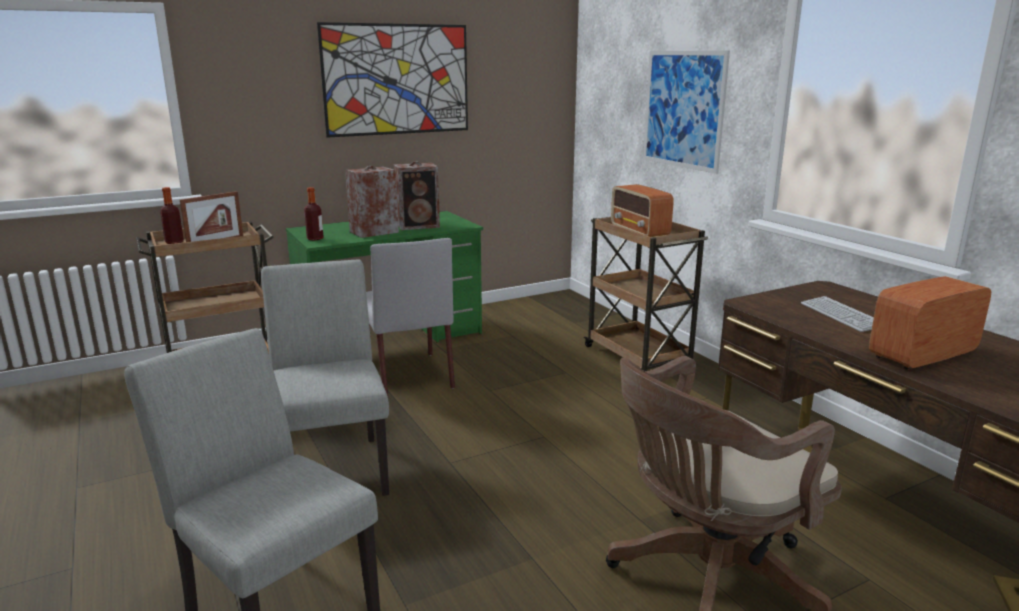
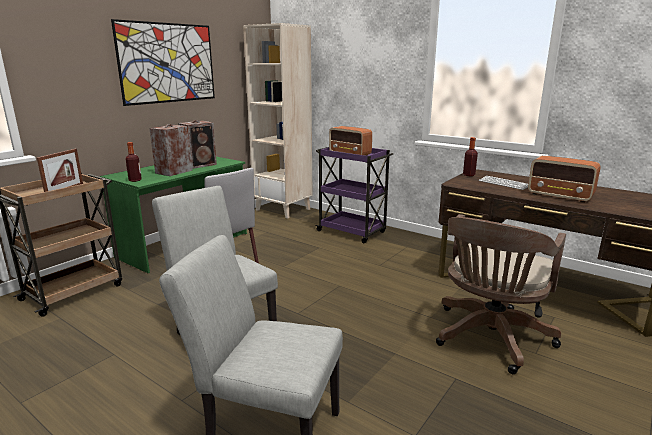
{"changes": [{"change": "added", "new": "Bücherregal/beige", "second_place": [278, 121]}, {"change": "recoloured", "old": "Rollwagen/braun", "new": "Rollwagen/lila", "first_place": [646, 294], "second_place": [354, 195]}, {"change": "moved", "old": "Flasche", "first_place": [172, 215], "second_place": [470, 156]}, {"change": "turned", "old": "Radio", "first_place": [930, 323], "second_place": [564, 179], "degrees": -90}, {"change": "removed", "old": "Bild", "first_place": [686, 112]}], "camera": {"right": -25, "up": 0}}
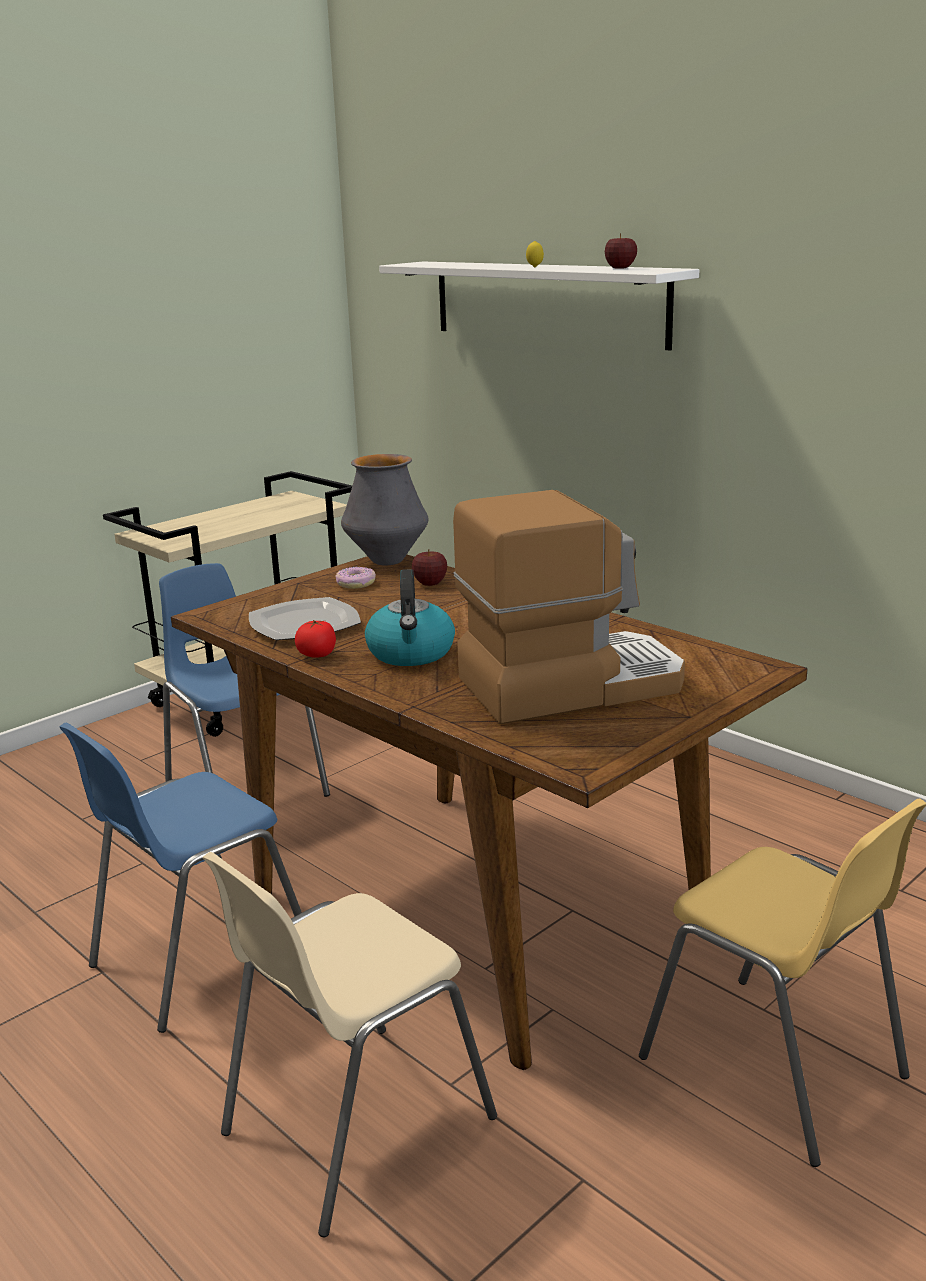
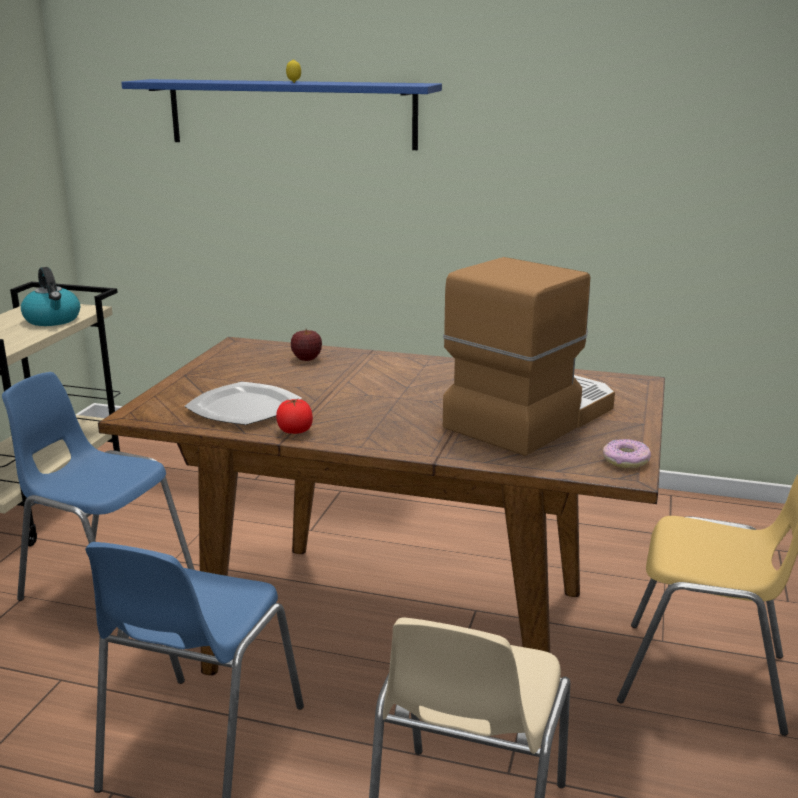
{"changes": [{"change": "moved", "old": "Wasserkessel", "first_place": [410, 617], "second_place": [50, 296]}, {"change": "recoloured", "old": "Wandregal/weiß", "new": "Wandregal/blau", "first_place": [539, 306], "second_place": [281, 114]}, {"change": "moved", "old": "Donut", "first_place": [355, 578], "second_place": [627, 453]}, {"change": "removed", "old": "Vase", "first_place": [384, 509]}, {"change": "removed", "old": "Apfel", "first_place": [621, 251]}], "camera": {"right": -30, "up": 0}}
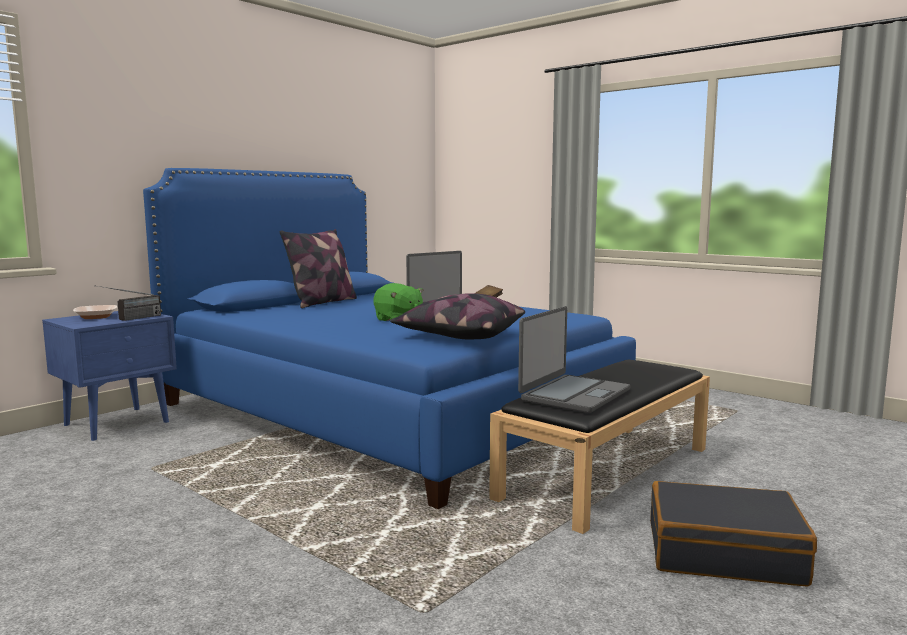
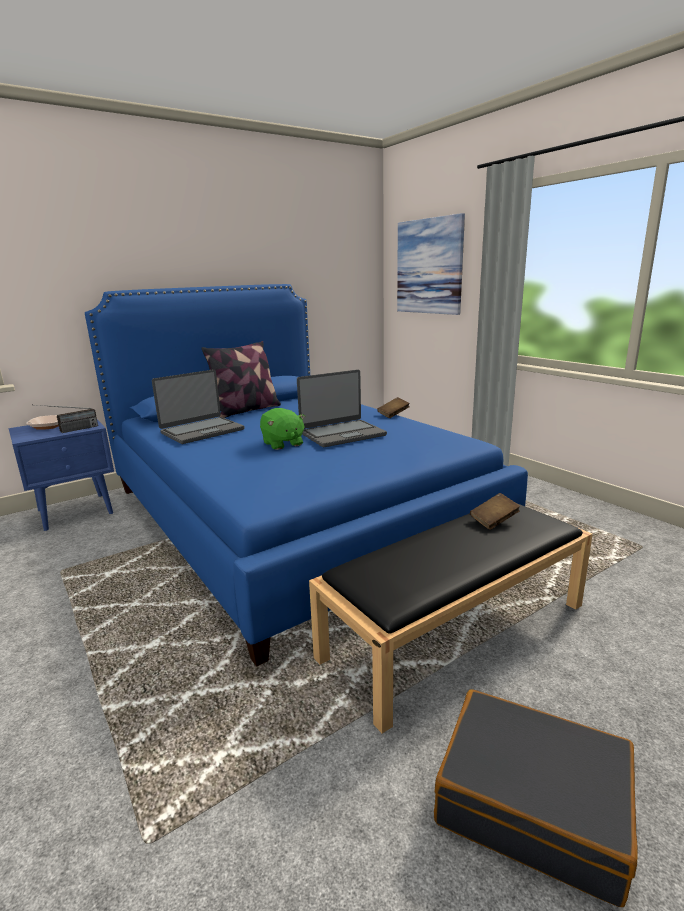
{"changes": [{"change": "moved", "old": "Laptop", "first_place": [574, 359], "second_place": [198, 406]}, {"change": "added", "new": "Bild", "second_place": [431, 264]}, {"change": "added", "new": "Buch/braun", "second_place": [495, 511]}, {"change": "removed", "old": "Kissen", "first_place": [457, 316]}], "camera": {"right": 15, "up": 10}}
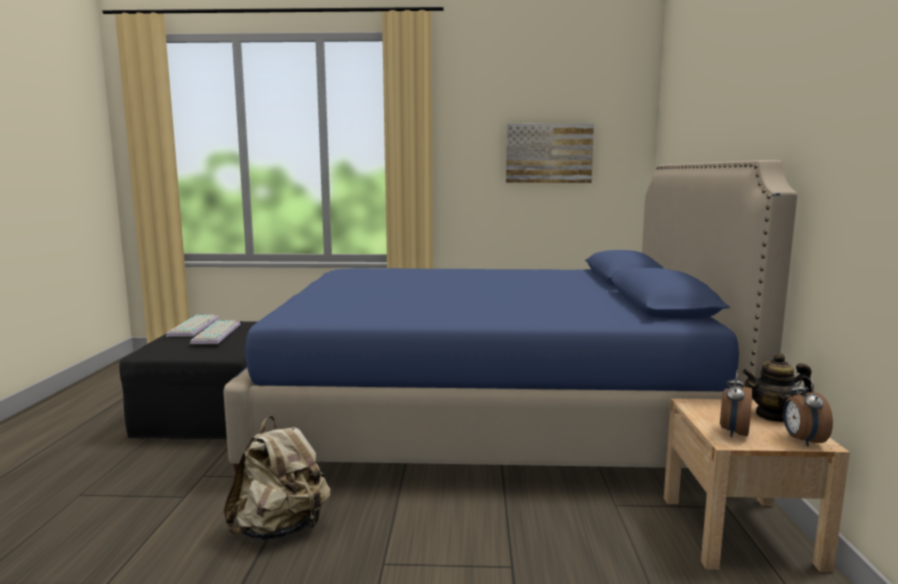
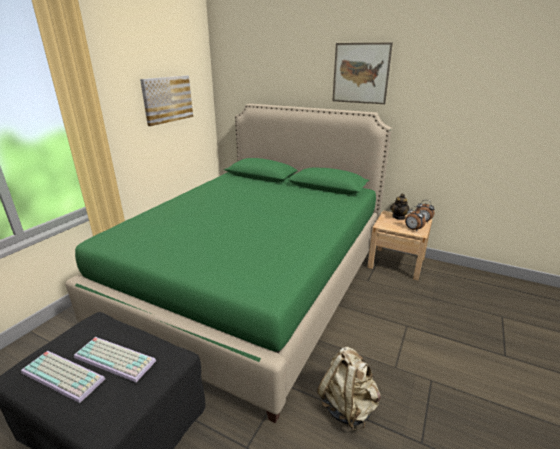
{"changes": [{"change": "recoloured", "old": "Bett/blau", "new": "Bett/grün", "first_place": [510, 316], "second_place": [228, 263]}, {"change": "added", "new": "Bild", "second_place": [362, 73]}], "camera": {"right": -65, "up": 15}}
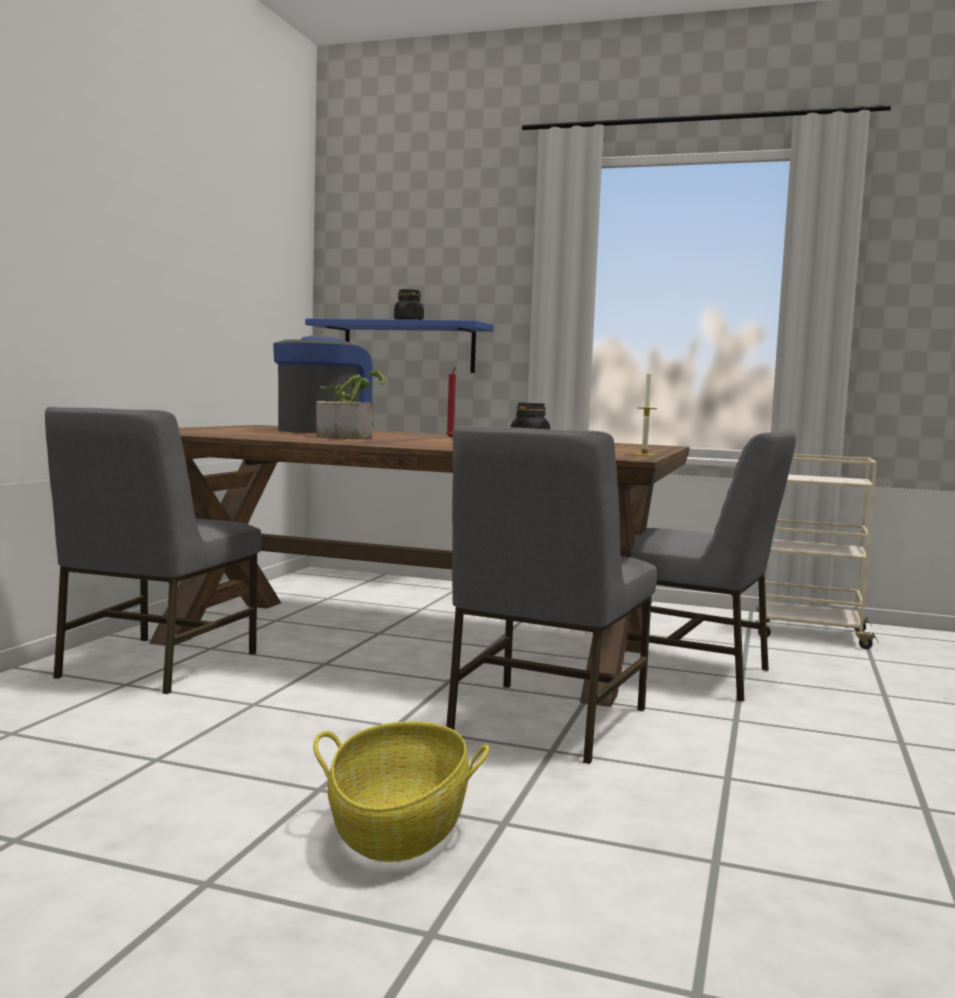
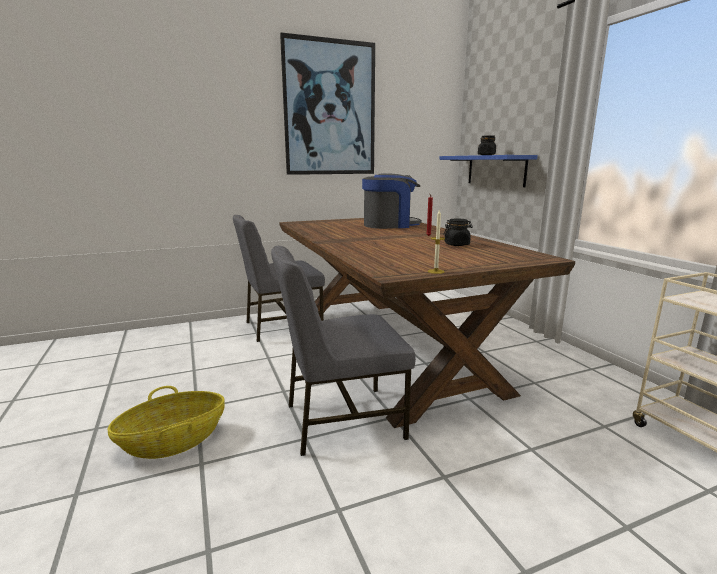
{"changes": [{"change": "added", "new": "Bild", "second_place": [327, 104]}, {"change": "removed", "old": "Topfpflanze", "first_place": [351, 404]}, {"change": "removed", "old": "Stuhl/grau", "first_place": [711, 565]}], "camera": {"right": 50, "up": 10}}
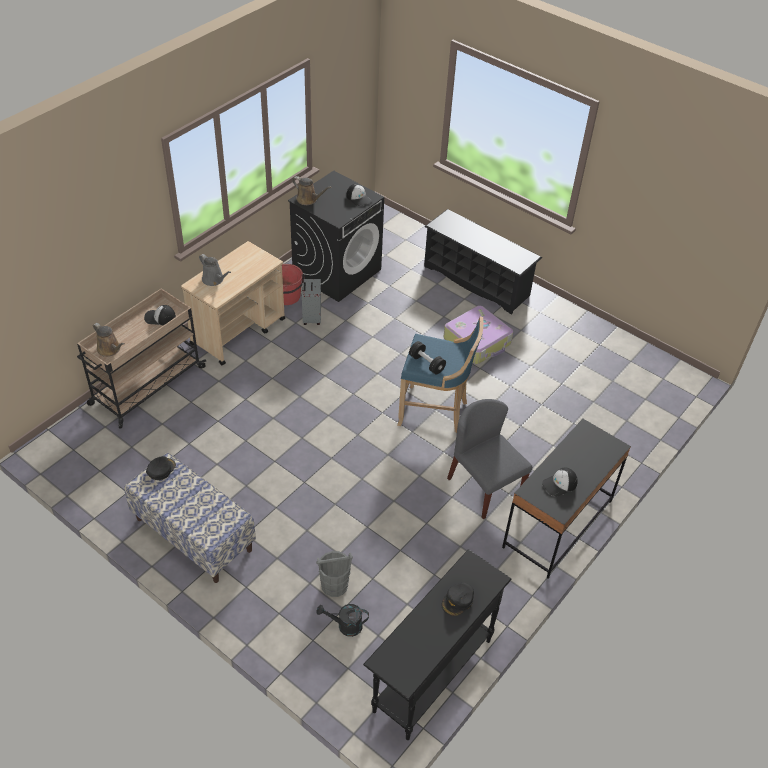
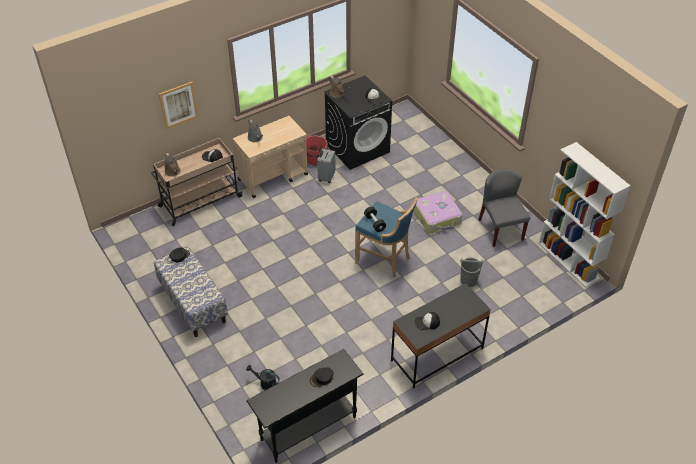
{"changes": [{"change": "added", "new": "Bild", "second_place": [178, 105]}, {"change": "moved", "old": "Eimer/grau", "first_place": [334, 574], "second_place": [471, 272]}, {"change": "moved", "old": "Stuhl/grau", "first_place": [489, 459], "second_place": [504, 208]}, {"change": "added", "new": "Bücherregal/weiß", "second_place": [584, 214]}, {"change": "removed", "old": "Schuhregal/schwarz", "first_place": [483, 261]}], "camera": {"right": 20, "up": 0}}
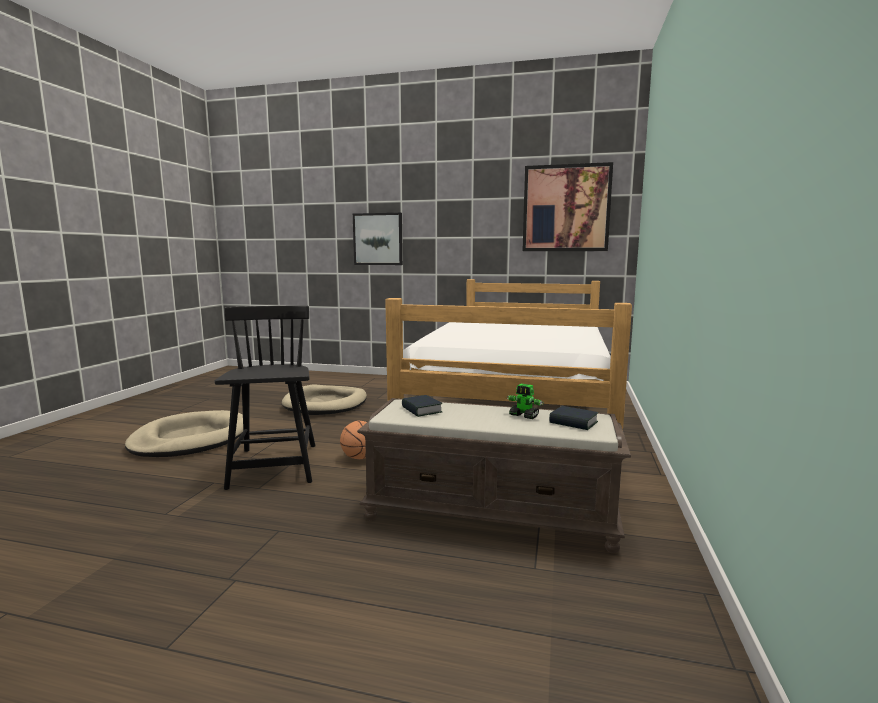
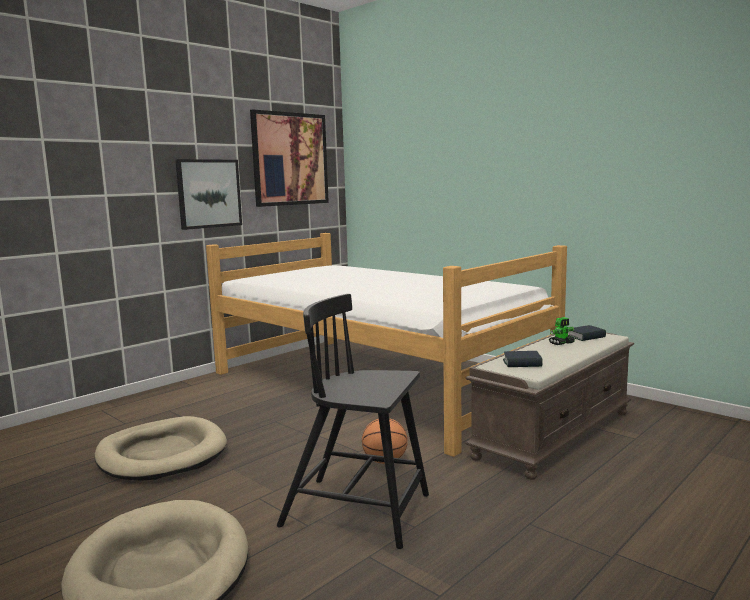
{"changes": [{"change": "moved", "old": "Bild", "first_place": [378, 239], "second_place": [208, 194]}], "camera": {"right": -60, "up": 0}}
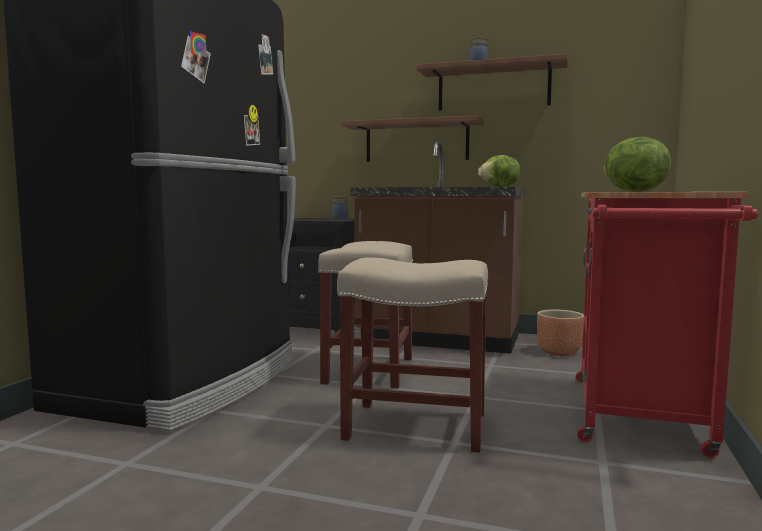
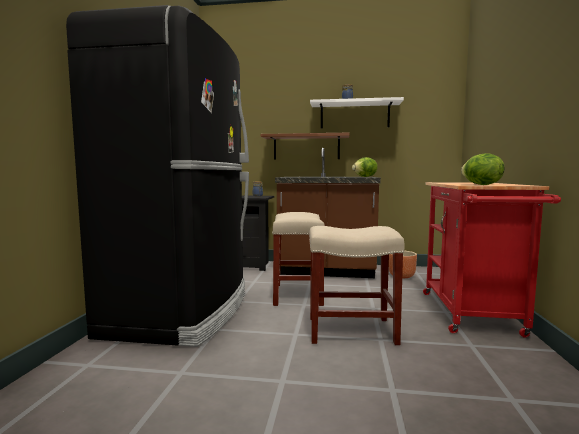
{"changes": [{"change": "recoloured", "old": "Wandregal/braun", "new": "Wandregal/weiß", "first_place": [492, 82], "second_place": [357, 112]}], "camera": {"right": -10, "up": 0}}
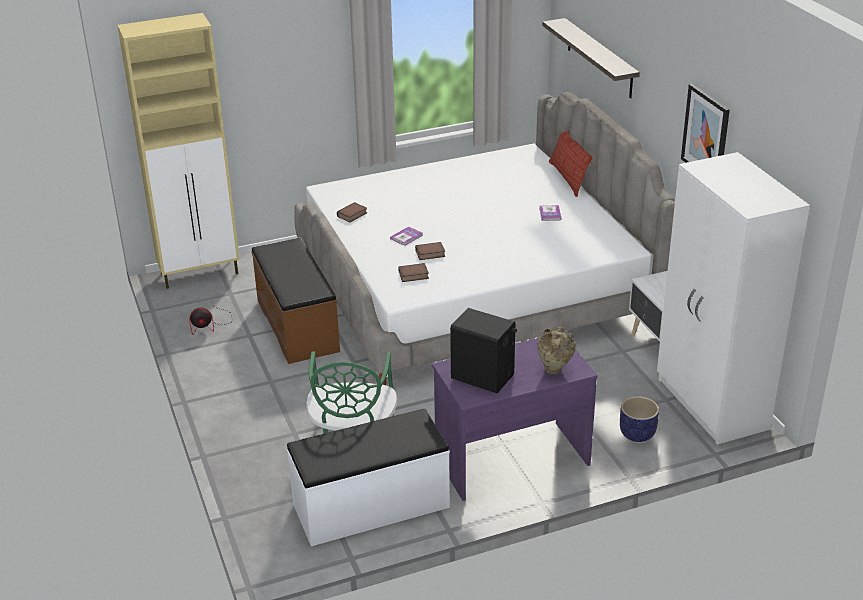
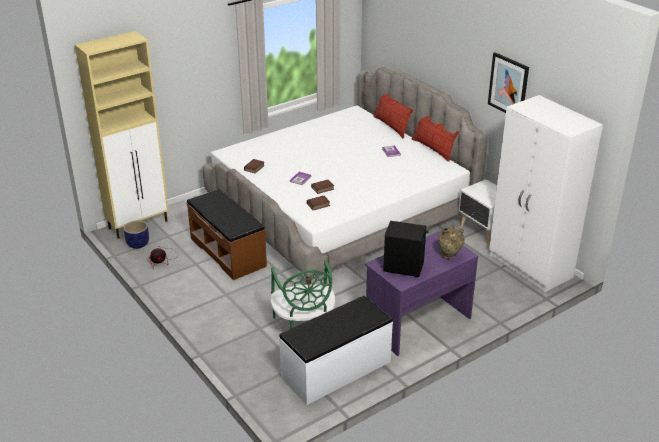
{"changes": [{"change": "moved", "old": "Pflanzkübel", "first_place": [639, 419], "second_place": [136, 234]}, {"change": "added", "new": "Kissen", "second_place": [435, 139]}, {"change": "removed", "old": "Wandregal", "first_place": [591, 58]}], "camera": {"right": -15, "up": 0}}
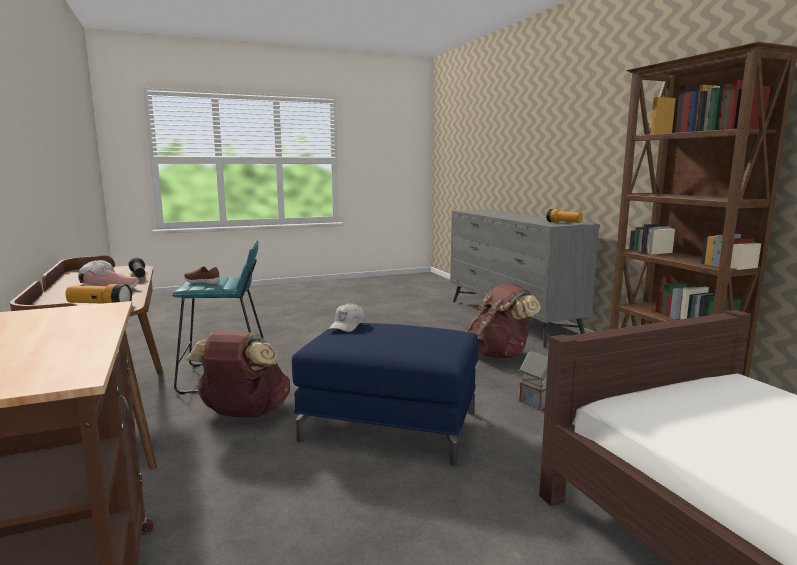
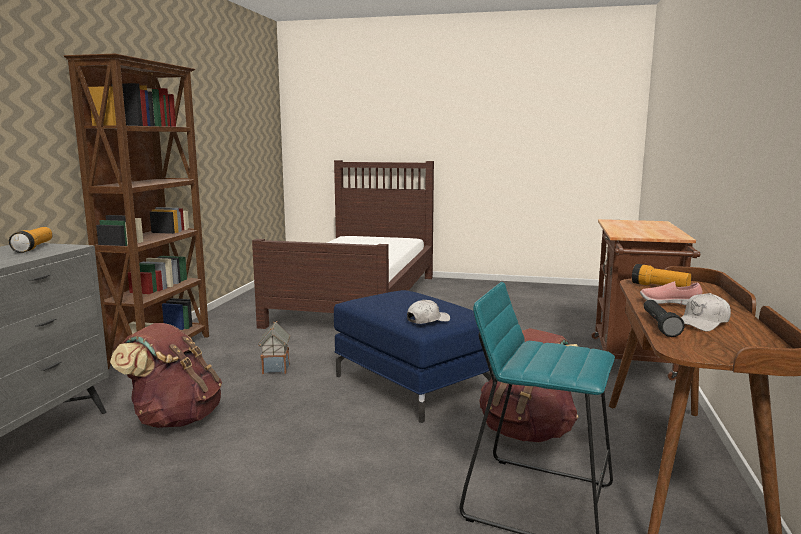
{"changes": [{"change": "removed", "old": "Schuh/braun", "first_place": [202, 275]}], "camera": {"right": -145, "up": 0}}
